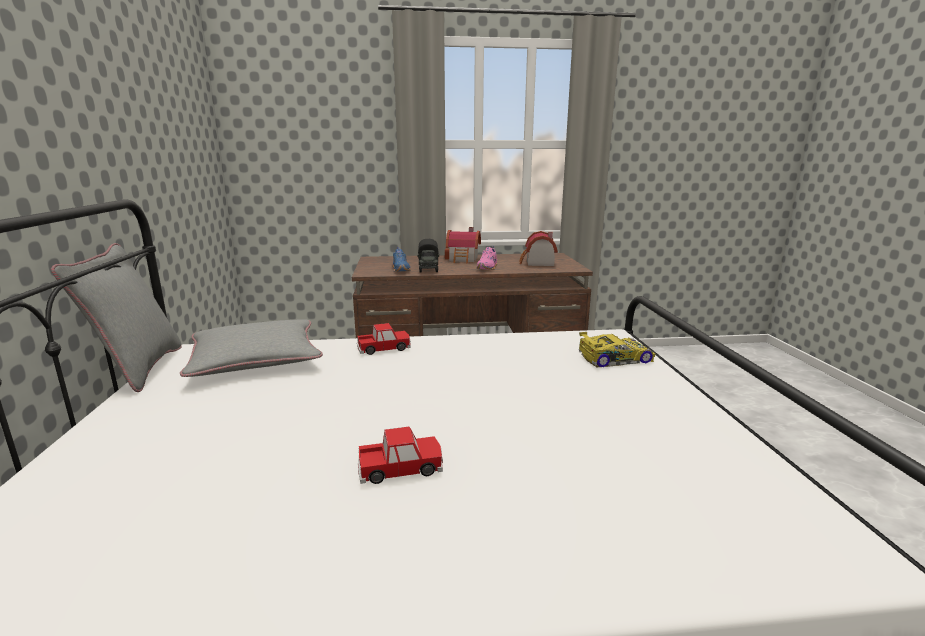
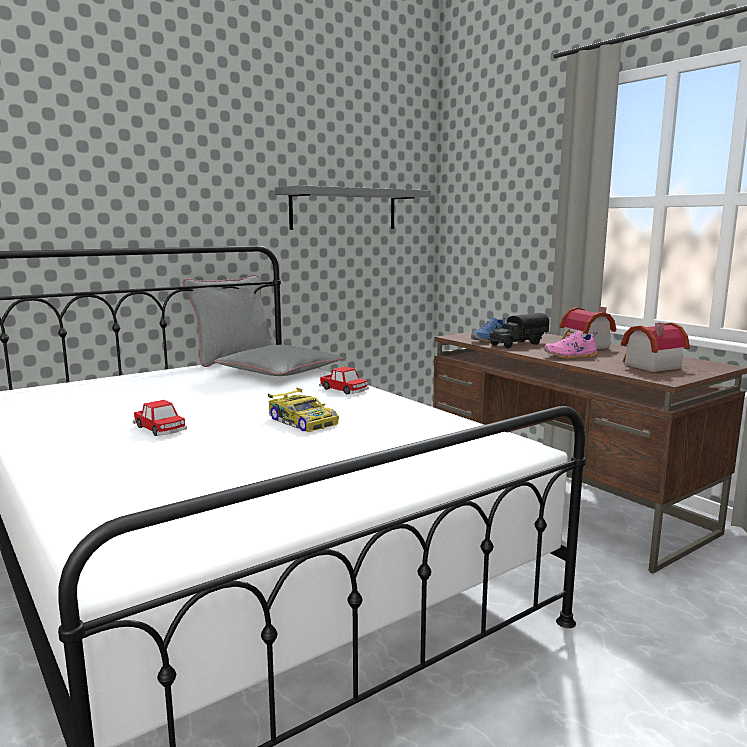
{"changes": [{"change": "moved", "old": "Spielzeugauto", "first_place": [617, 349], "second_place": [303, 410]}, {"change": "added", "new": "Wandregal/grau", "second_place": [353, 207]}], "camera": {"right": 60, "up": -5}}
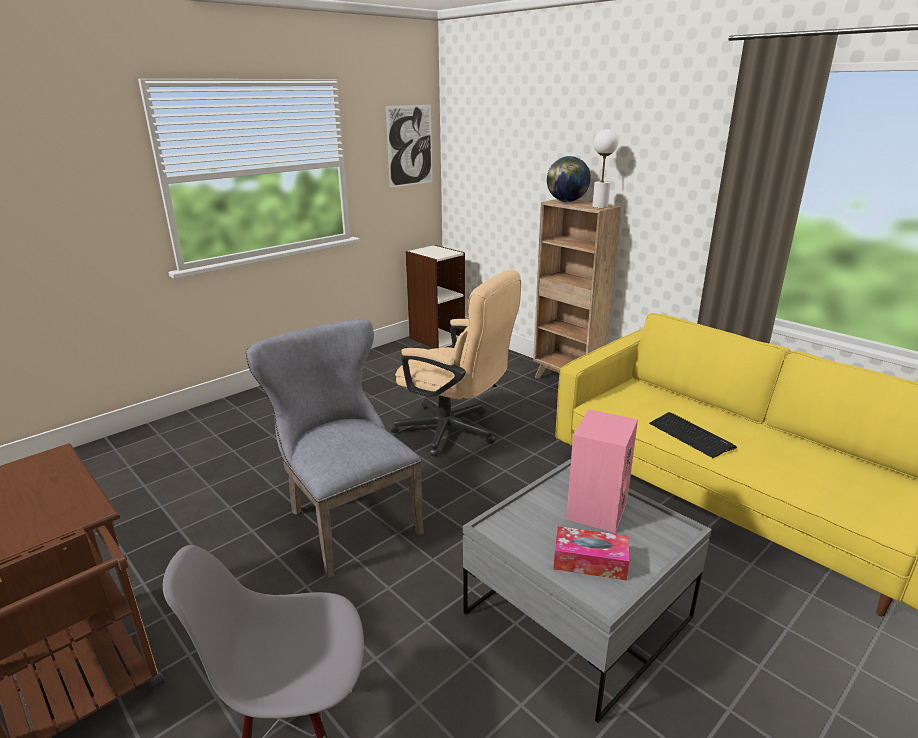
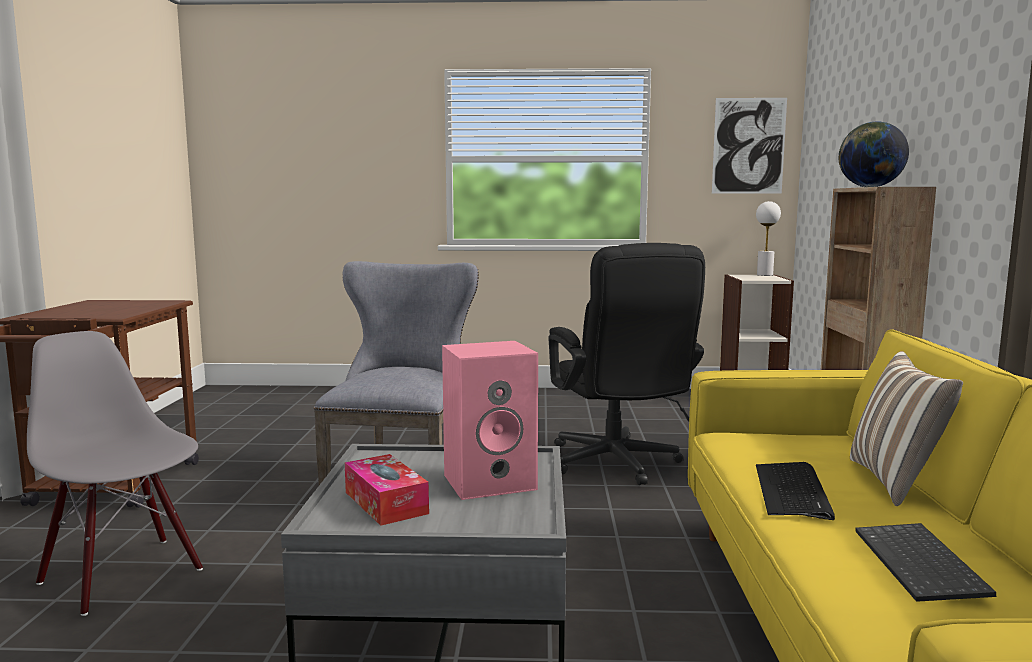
{"changes": [{"change": "recoloured", "old": "Bürostuhl/beige", "new": "Bürostuhl/schwarz", "first_place": [456, 363], "second_place": [626, 364]}, {"change": "moved", "old": "Tischlampe/weiß", "first_place": [605, 168], "second_place": [768, 238]}, {"change": "added", "new": "Kissen", "second_place": [906, 428]}, {"change": "added", "new": "Tastatur", "second_place": [925, 562]}], "camera": {"right": 45, "up": -15}}
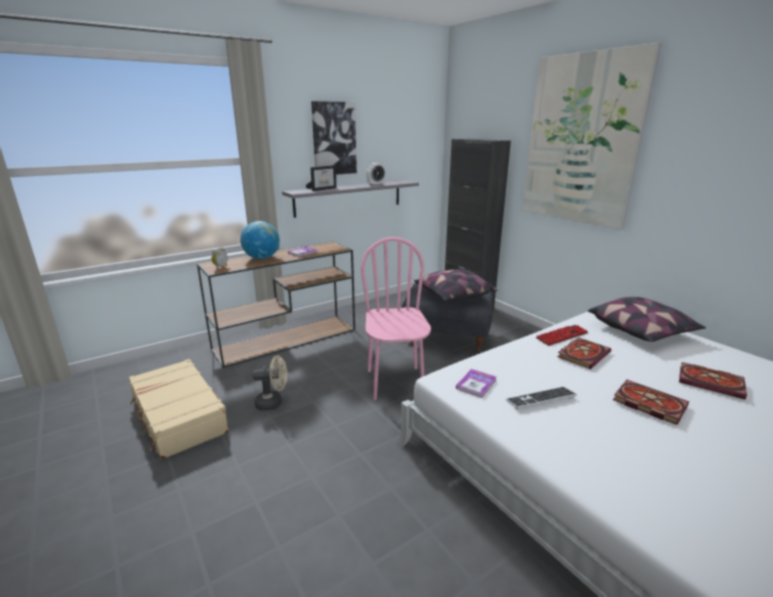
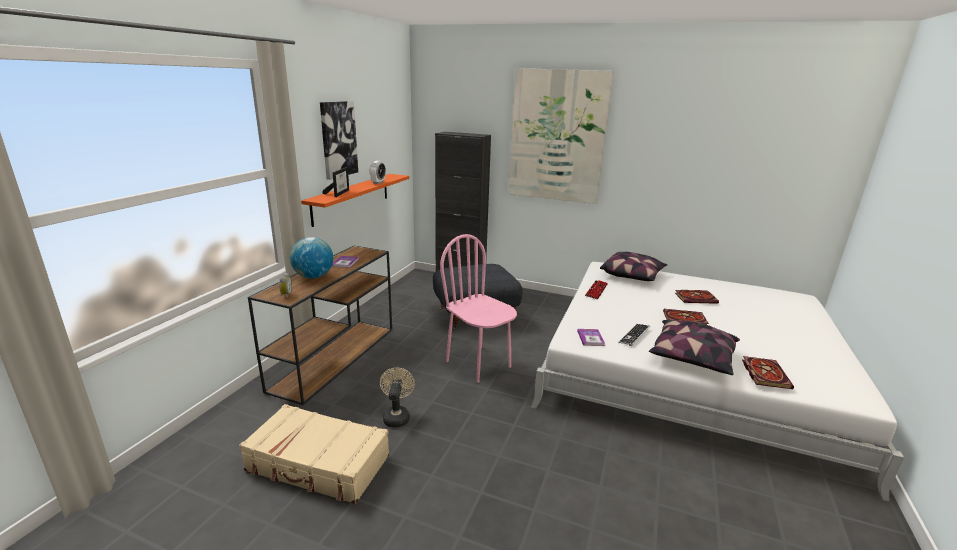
{"changes": [{"change": "recoloured", "old": "Wandregal/grau", "new": "Wandregal/orange", "first_place": [350, 199], "second_place": [355, 200]}, {"change": "turned", "old": "Ventilator/beige", "first_place": [270, 383], "second_place": [397, 397], "degrees": -45}, {"change": "moved", "old": "Kissen", "first_place": [455, 285], "second_place": [694, 347]}, {"change": "moved", "old": "Buch", "first_place": [584, 353], "second_place": [768, 372]}], "camera": {"right": -35, "up": 0}}
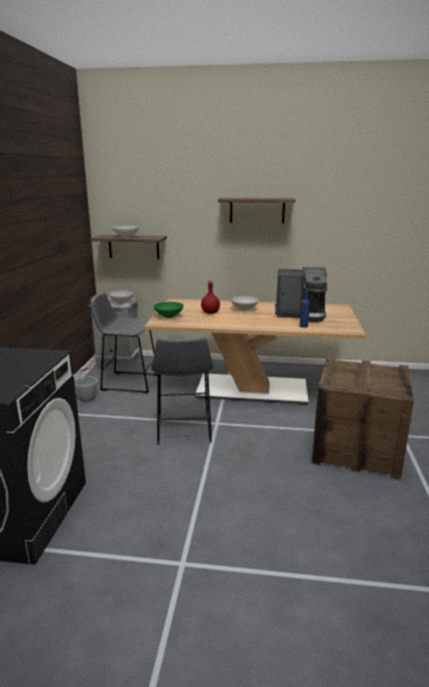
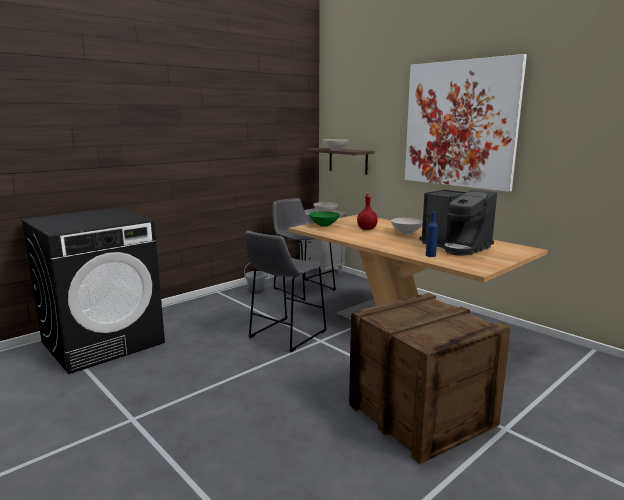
{"changes": [{"change": "replaced", "old": "Wandregal", "new": "Bild", "first_place": [257, 211], "second_place": [466, 123]}], "camera": {"right": 40, "up": -5}}
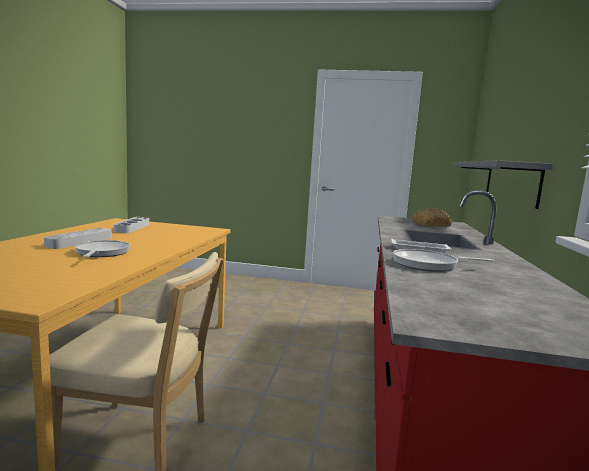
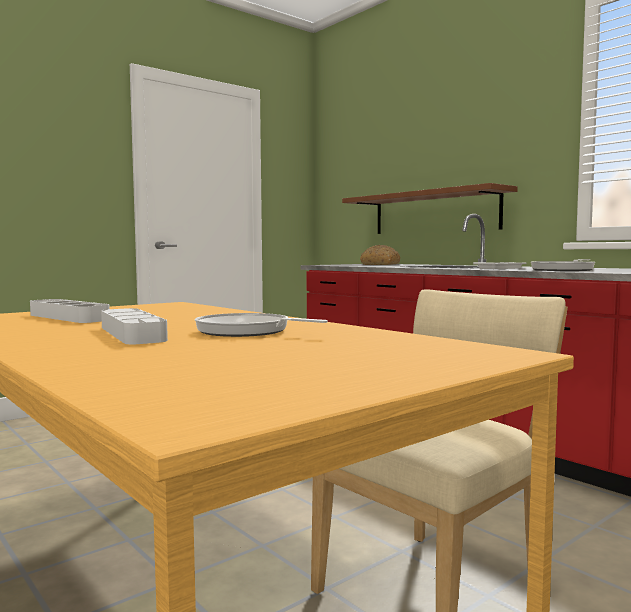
{"changes": [{"change": "recoloured", "old": "Wandregal/grau", "new": "Wandregal/braun", "first_place": [502, 184], "second_place": [430, 208]}], "camera": {"right": -50, "up": -5}}
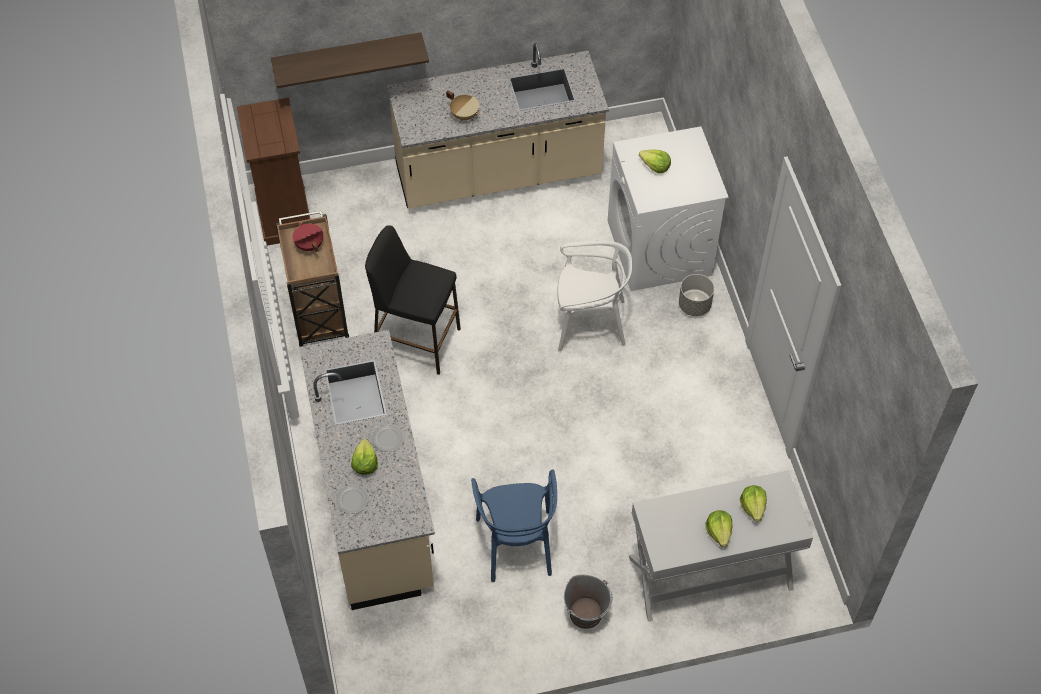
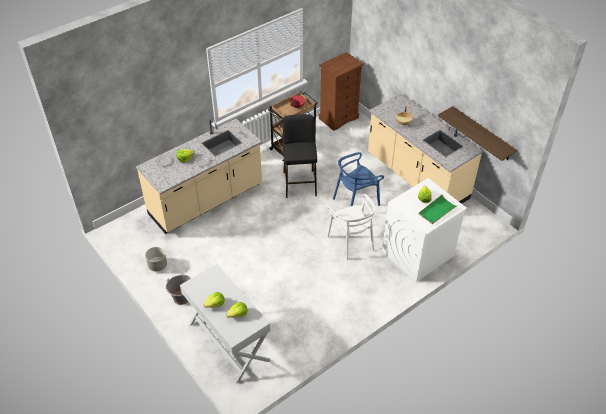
{"changes": [{"change": "moved", "old": "Pflanzkübel/grau", "first_place": [696, 295], "second_place": [156, 259]}, {"change": "moved", "old": "Stuhl/blau", "first_place": [514, 526], "second_place": [358, 179]}, {"change": "added", "new": "Tablett/grün", "second_place": [438, 209]}, {"change": "moved", "old": "Wandregal", "first_place": [350, 60], "second_place": [477, 133]}], "camera": {"right": 65, "up": -10}}
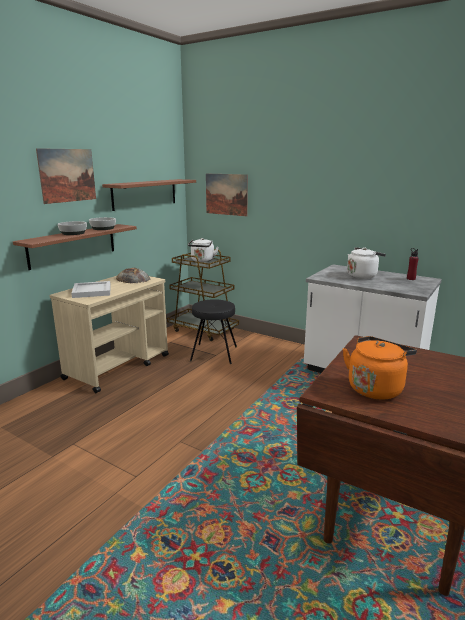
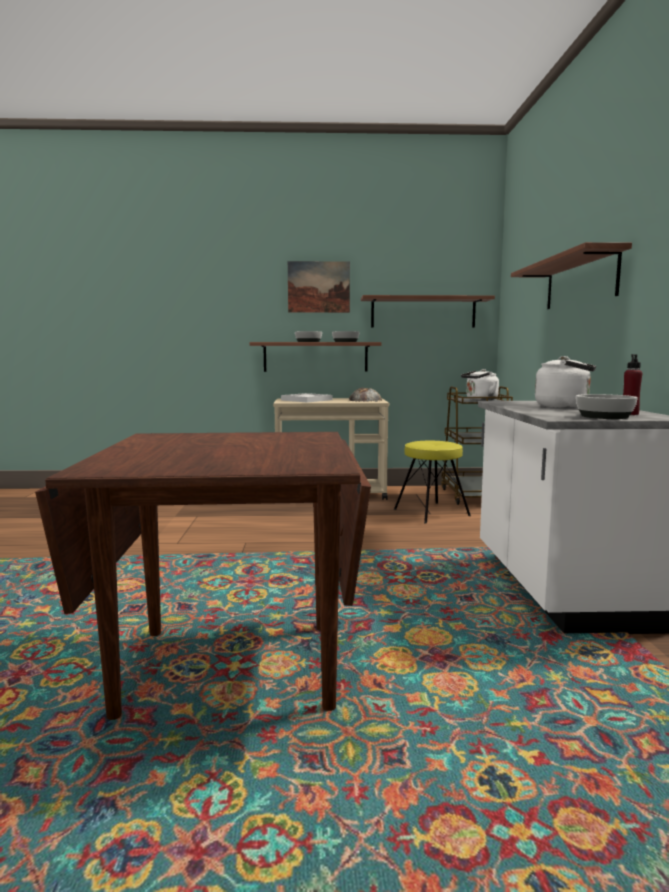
{"changes": [{"change": "recoloured", "old": "Hocker/schwarz", "new": "Hocker/gelb", "first_place": [213, 331], "second_place": [432, 482]}, {"change": "added", "new": "Wandregal", "second_place": [571, 275]}, {"change": "added", "new": "Schüssel", "second_place": [607, 406]}, {"change": "removed", "old": "Bild", "first_place": [227, 194]}, {"change": "removed", "old": "Wasserkessel/orange", "first_place": [380, 368]}], "camera": {"right": 55, "up": -10}}
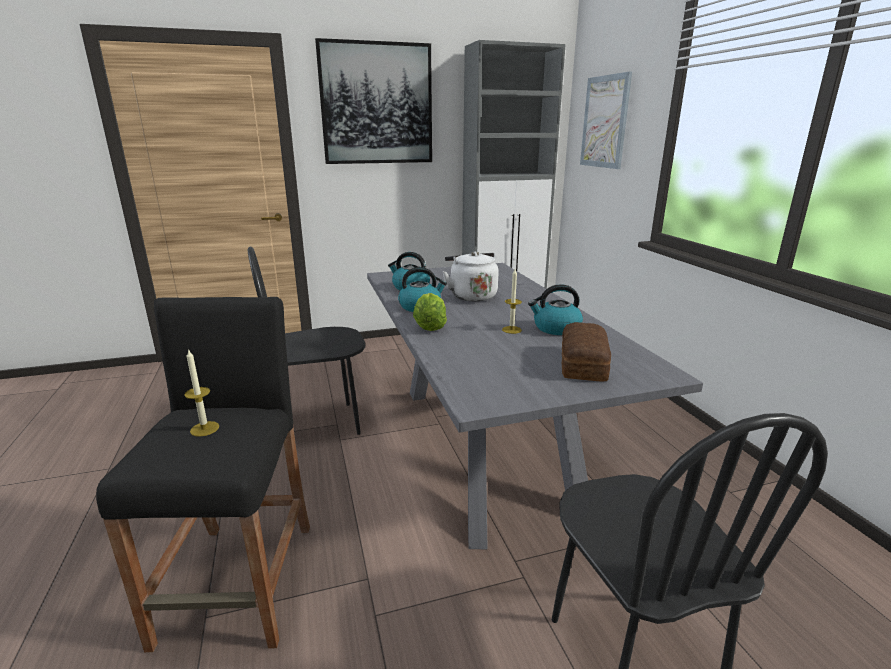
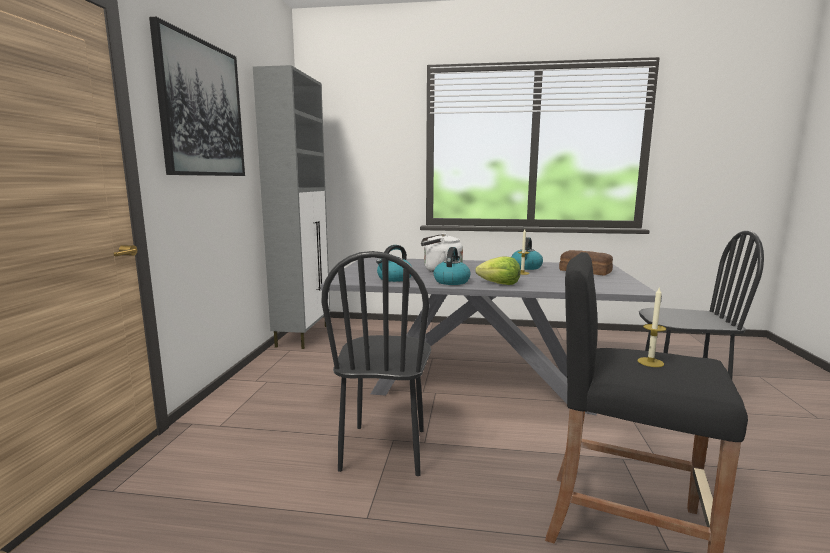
{"changes": [{"change": "removed", "old": "Bild", "first_place": [606, 120]}], "camera": {"right": -65, "up": -10}}
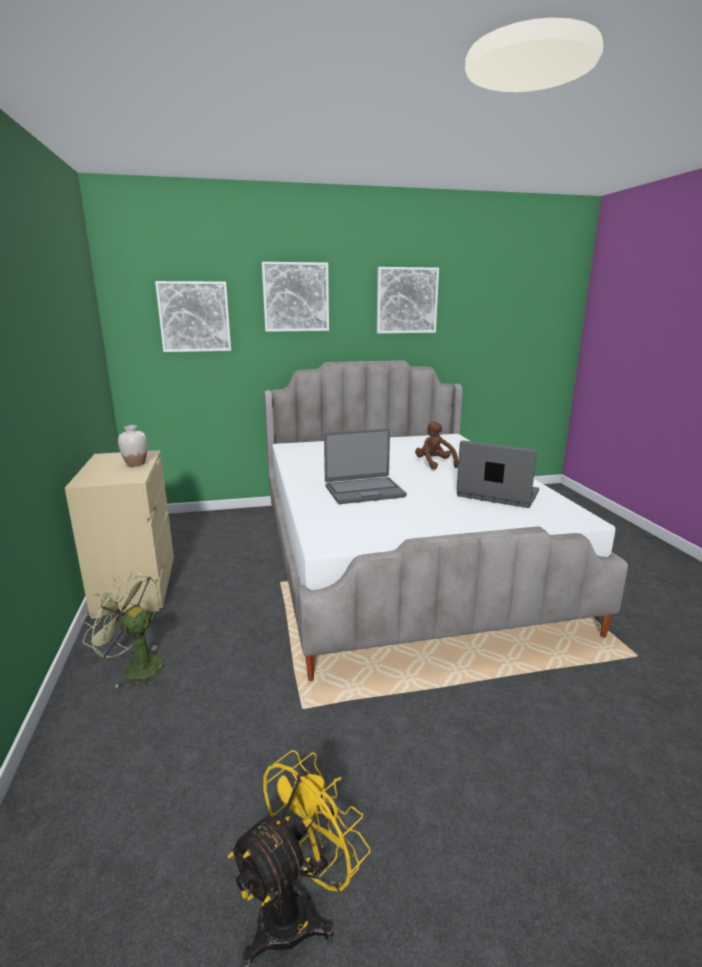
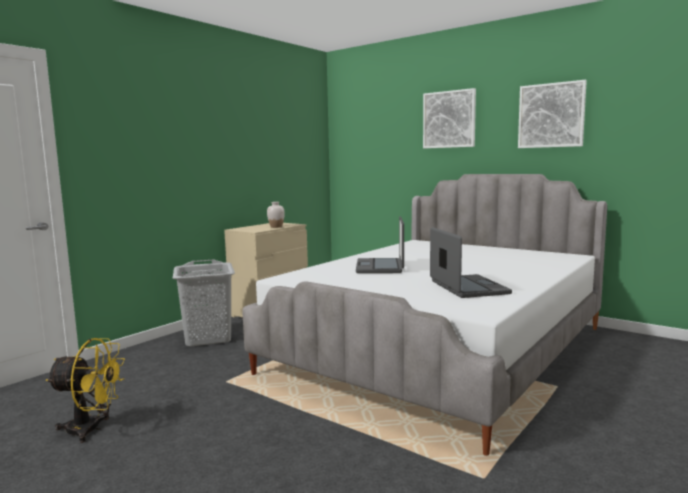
{"changes": [{"change": "replaced", "old": "Ventilator/grün", "new": "Wäschekorb/grau", "first_place": [122, 630], "second_place": [204, 303]}, {"change": "turned", "old": "Laptop", "first_place": [365, 466], "second_place": [380, 244], "degrees": 60}, {"change": "removed", "old": "Bild", "first_place": [193, 316]}, {"change": "removed", "old": "Plüschtier/braun", "first_place": [436, 445]}], "camera": {"right": 50, "up": -10}}
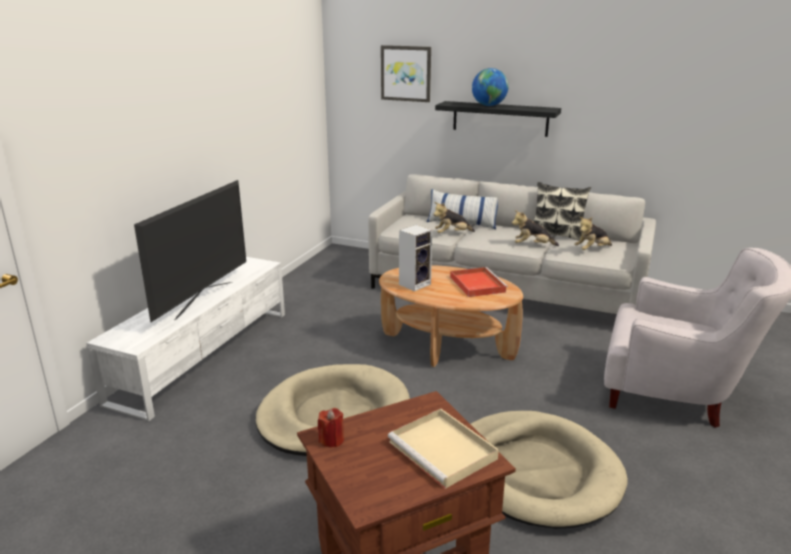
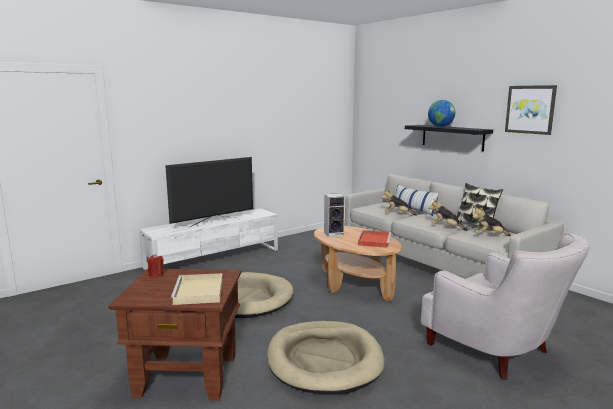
{"changes": [{"change": "moved", "old": "Bild", "first_place": [406, 73], "second_place": [531, 110]}], "camera": {"right": 30, "up": -10}}
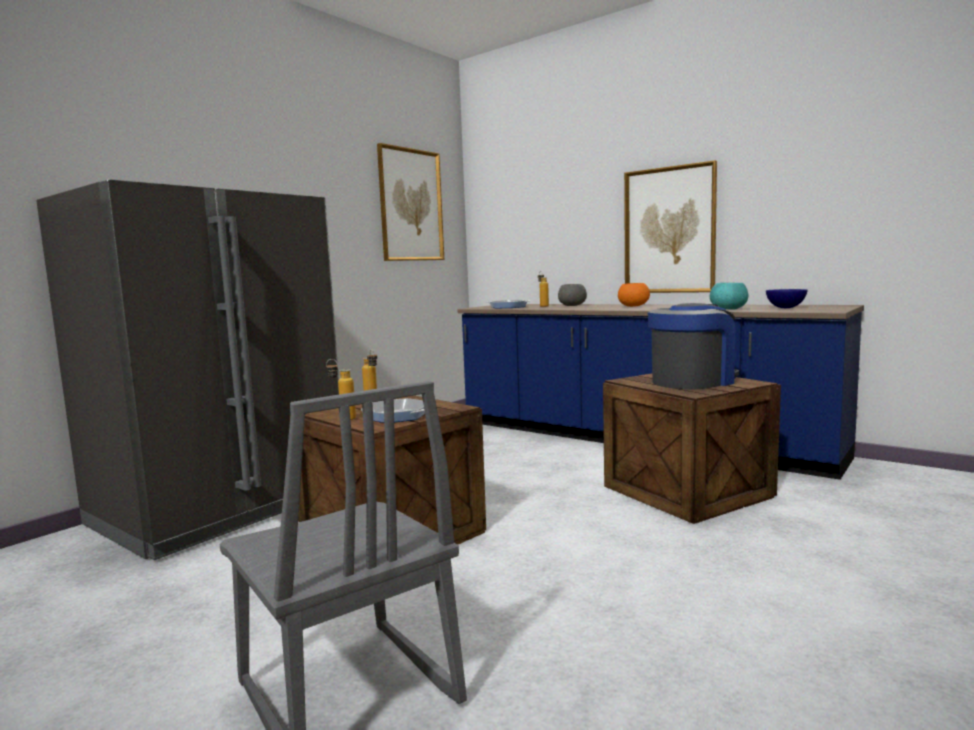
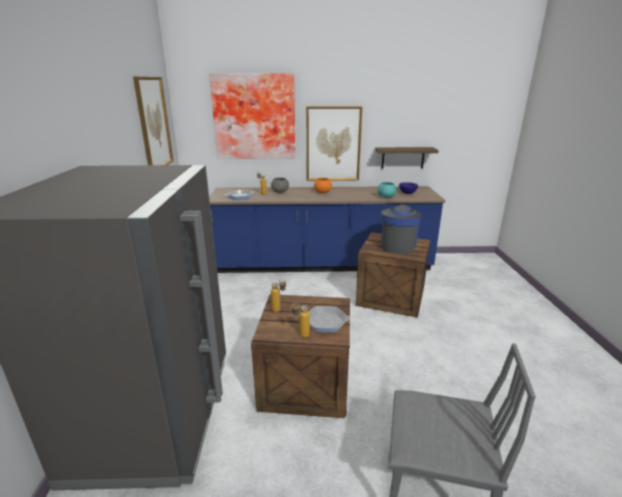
{"changes": [{"change": "added", "new": "Bild", "second_place": [252, 116]}, {"change": "added", "new": "Wandregal", "second_place": [407, 158]}], "camera": {"right": -40, "up": 15}}
